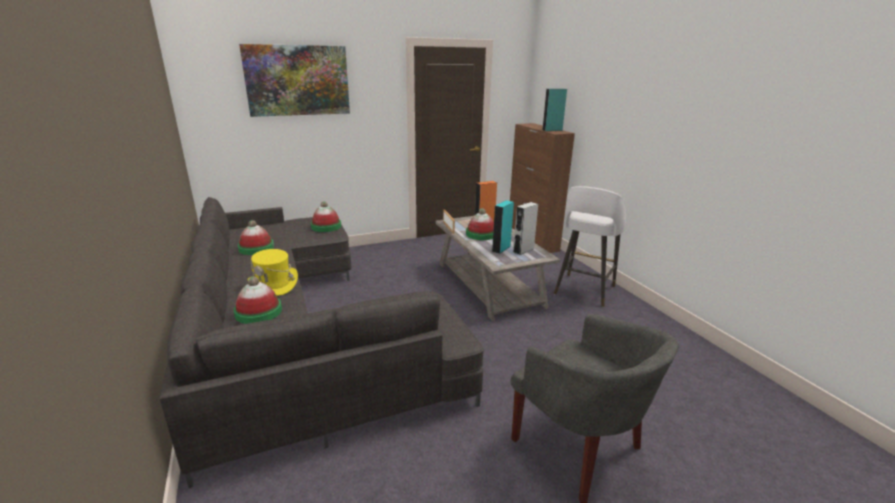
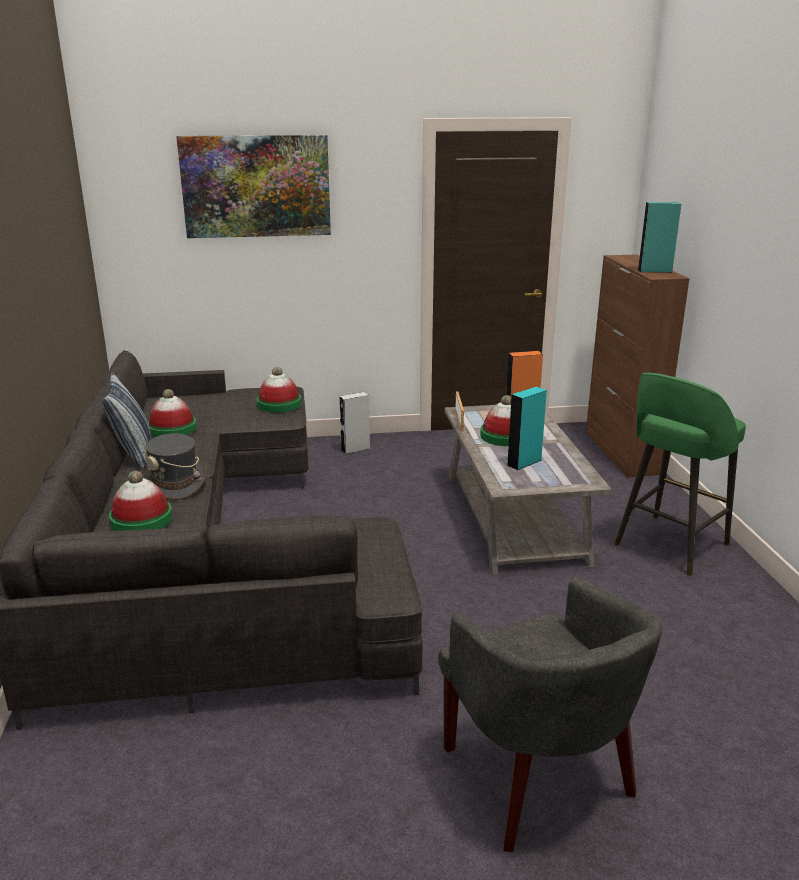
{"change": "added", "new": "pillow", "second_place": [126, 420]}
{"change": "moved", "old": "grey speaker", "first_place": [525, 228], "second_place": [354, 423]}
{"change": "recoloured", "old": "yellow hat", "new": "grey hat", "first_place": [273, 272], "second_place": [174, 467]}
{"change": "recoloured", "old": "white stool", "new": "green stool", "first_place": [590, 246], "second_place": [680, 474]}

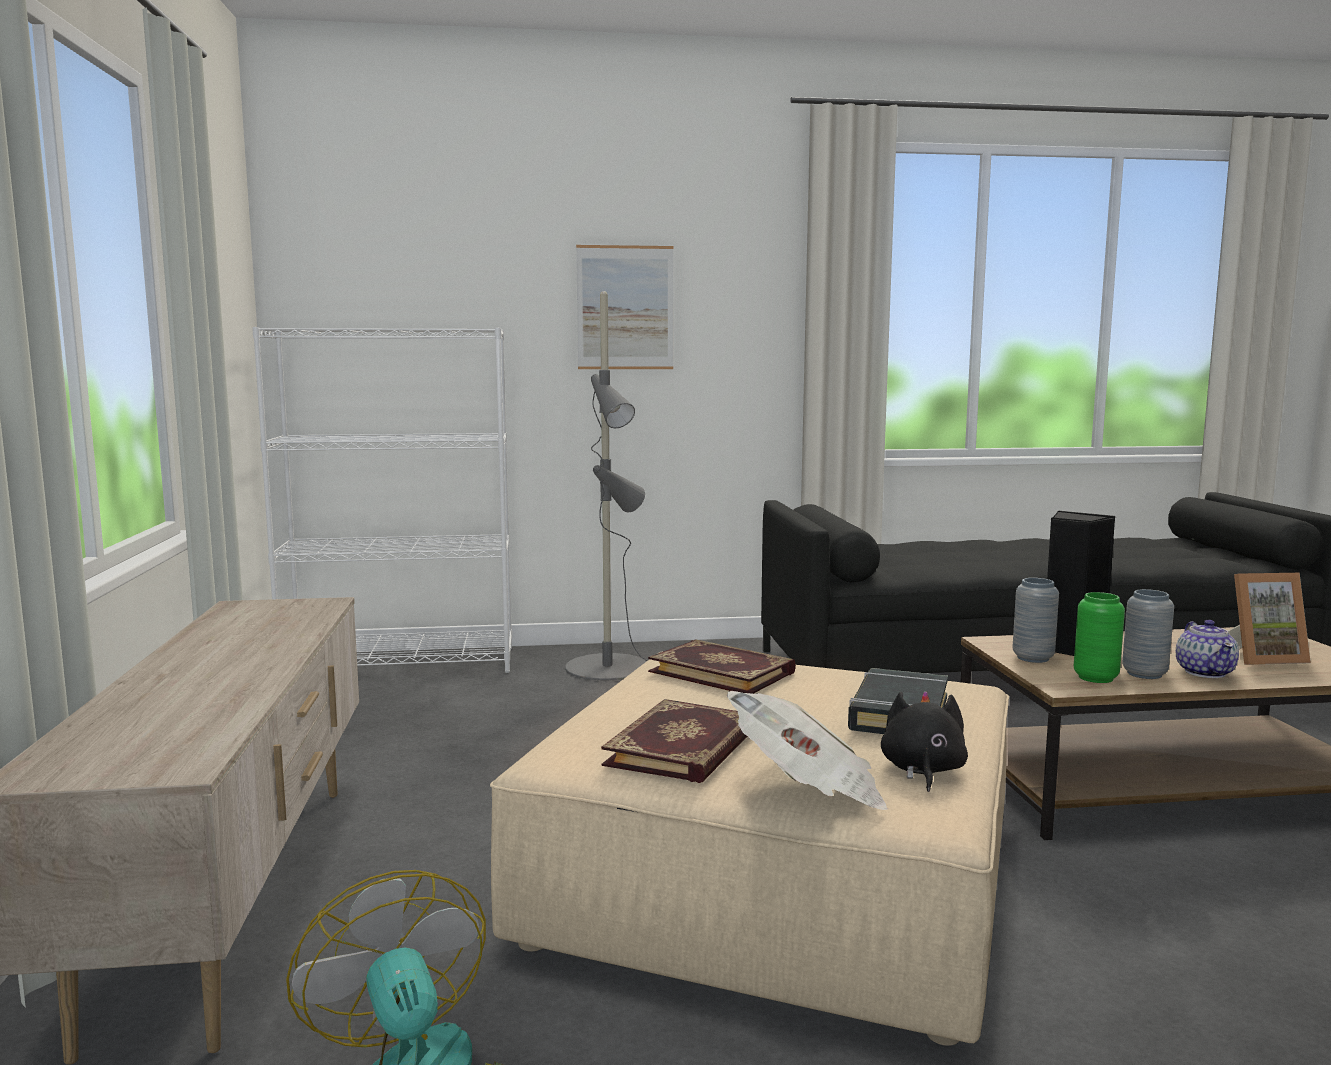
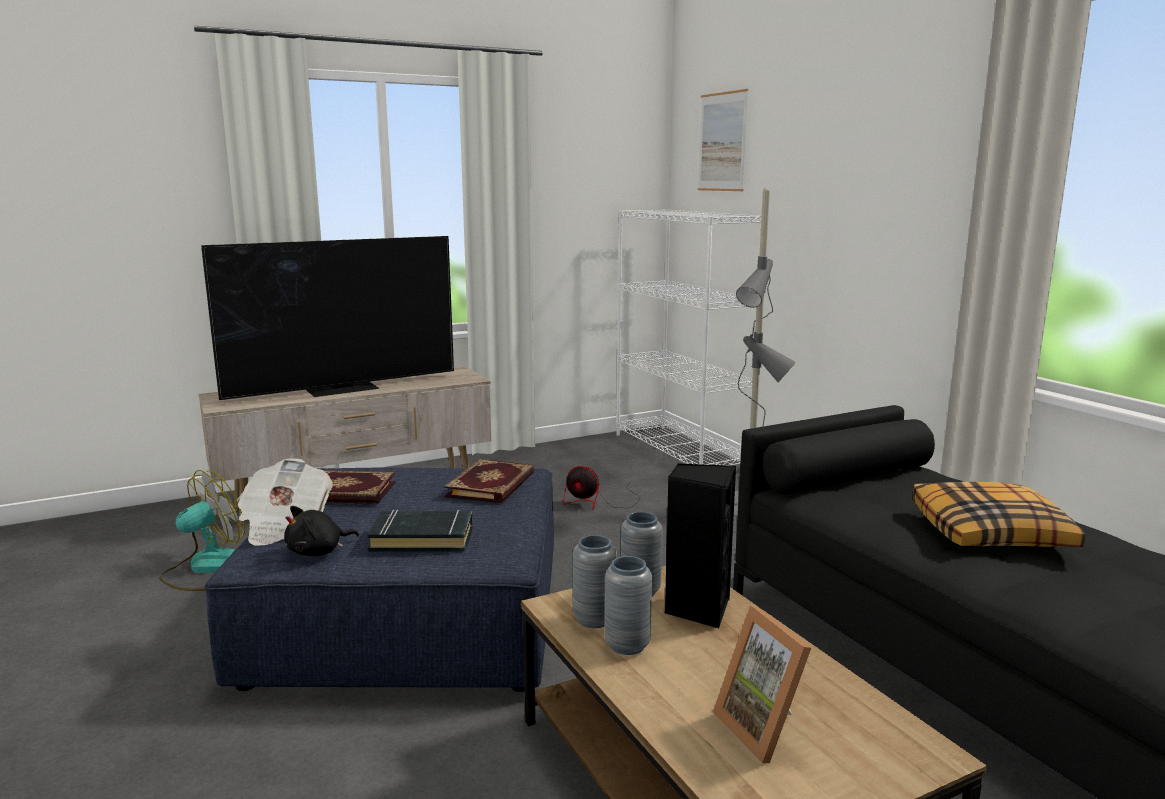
{"change": "removed", "old": "teapot", "first_place": [1207, 649]}
{"change": "added", "new": "television", "second_place": [327, 318]}
{"change": "added", "new": "fan", "second_place": [601, 488]}
{"change": "added", "new": "pillow", "second_place": [999, 514]}
{"change": "moved", "old": "picture", "first_place": [624, 307], "second_place": [723, 140]}
{"change": "recoloured", "old": "beige ottoman", "new": "blue ottoman", "first_place": [749, 848], "second_place": [379, 580]}
{"change": "recoloured", "old": "green vase", "new": "grey vase", "first_place": [1099, 637], "second_place": [595, 581]}
{"change": "turned", "old": "black plush toy", "first_place": [924, 741], "second_place": [321, 531], "degrees": 150}

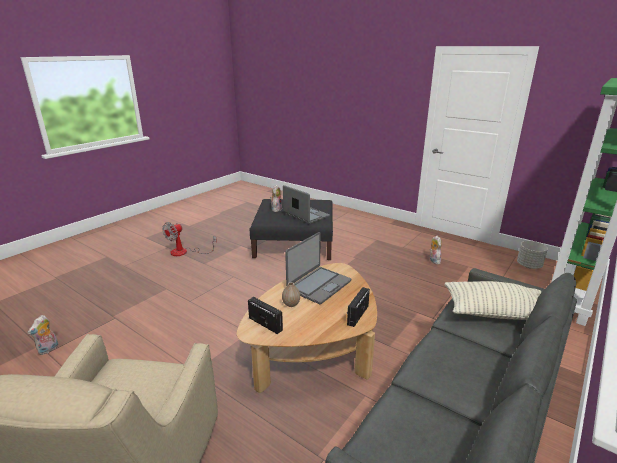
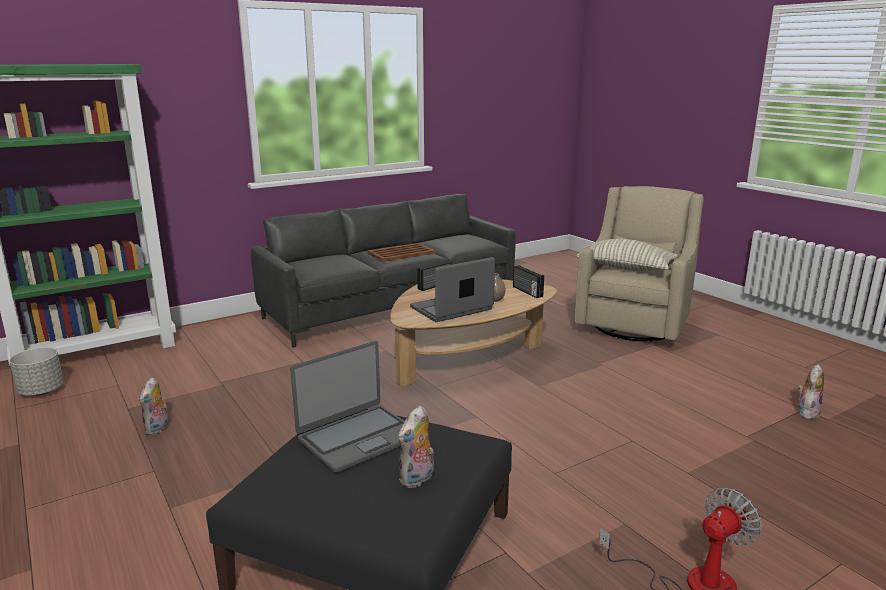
{"change": "added", "new": "brown tray", "second_place": [401, 252]}
{"change": "moved", "old": "pillow", "first_place": [492, 300], "second_place": [626, 255]}
{"change": "turned", "old": "laptop", "first_place": [306, 204], "second_place": [347, 407], "degrees": -105}

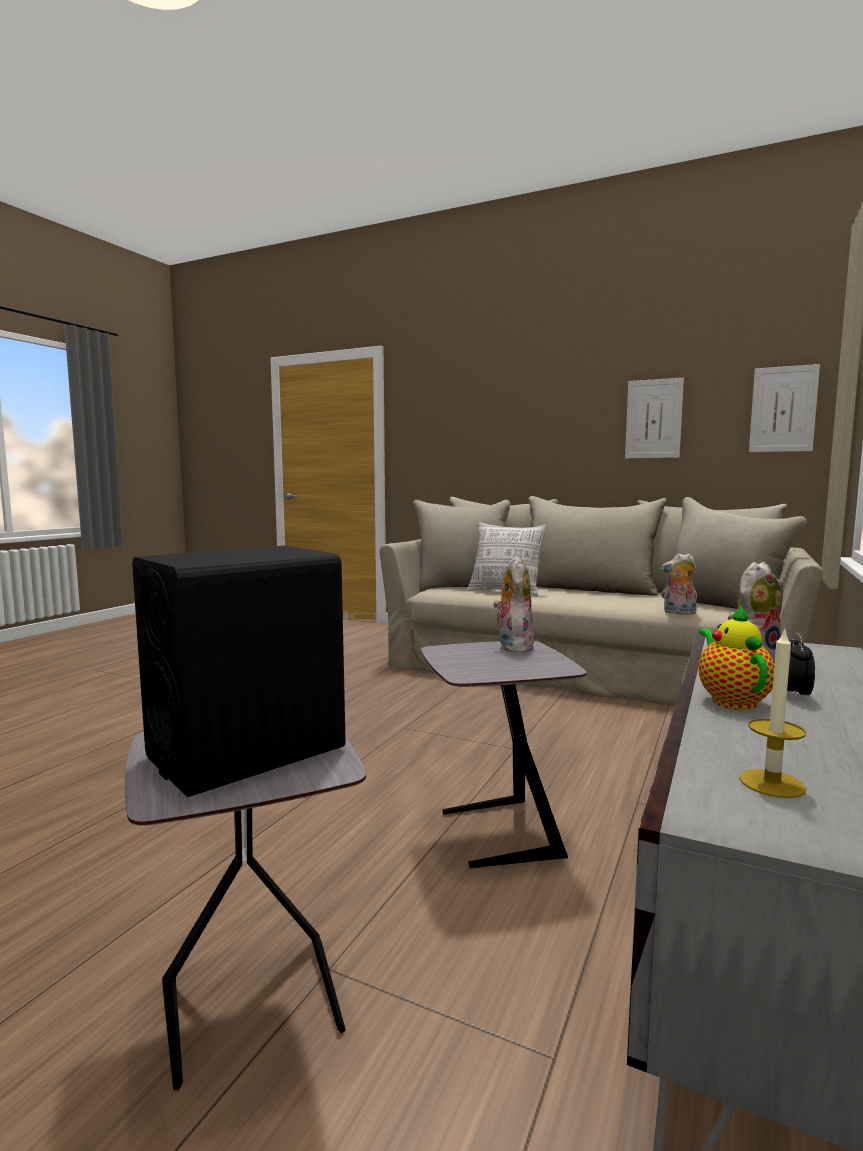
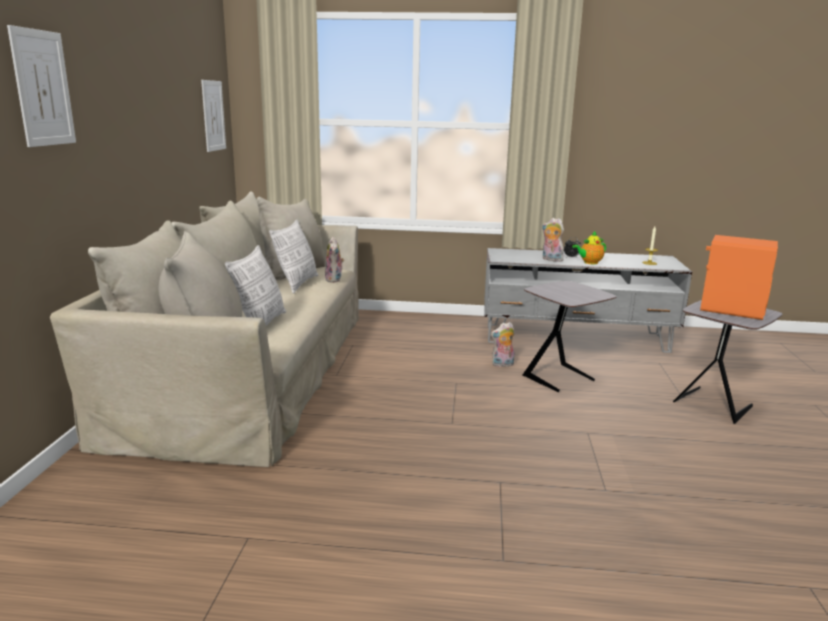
{"change": "added", "new": "pillow", "second_place": [294, 256]}
{"change": "moved", "old": "plush toy", "first_place": [513, 604], "second_place": [503, 344]}
{"change": "moved", "old": "picture", "first_place": [654, 418], "second_place": [41, 86]}
{"change": "recoloured", "old": "black speaker", "new": "orange speaker", "first_place": [239, 671], "second_place": [739, 277]}

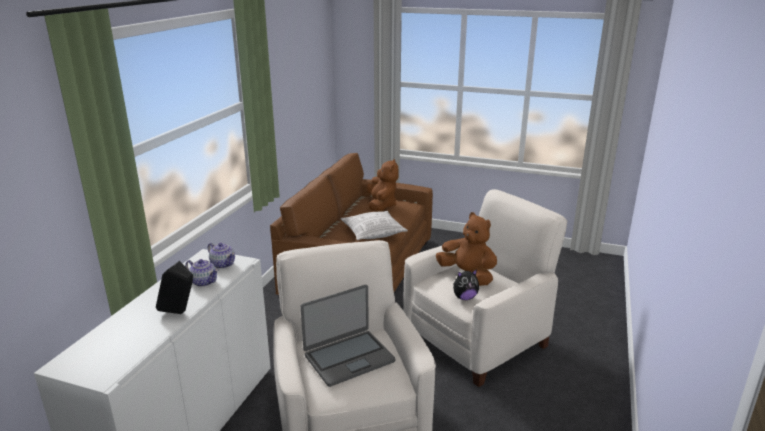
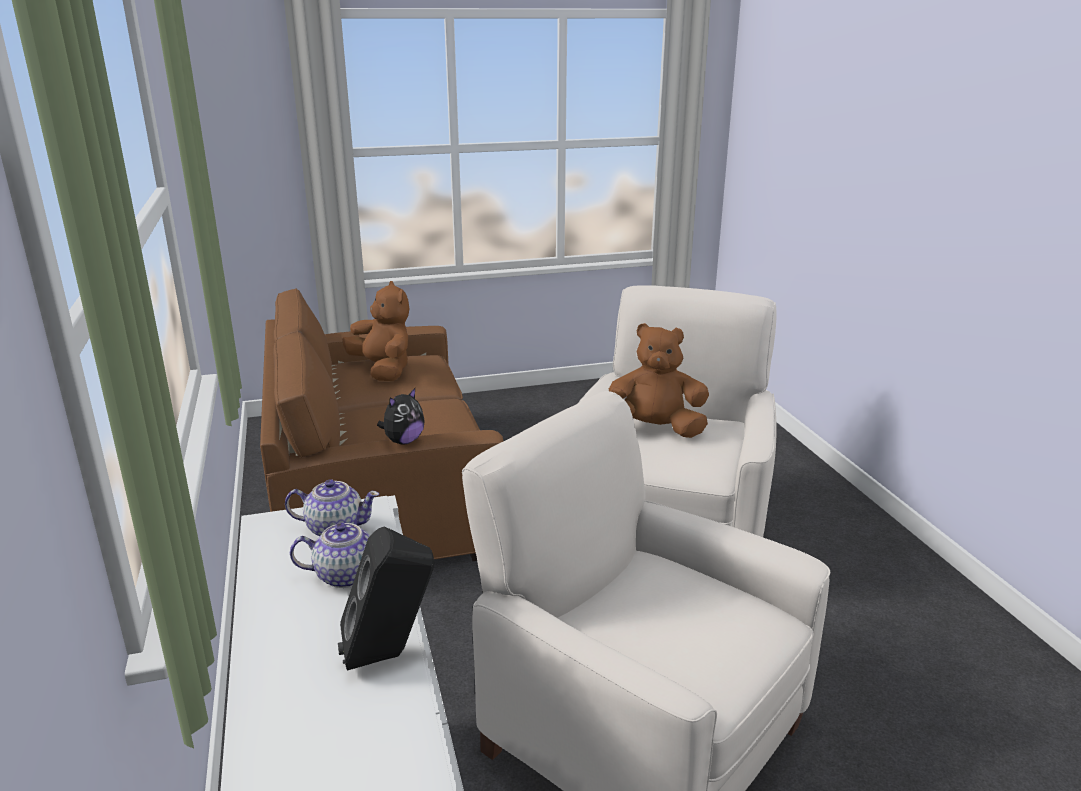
{"change": "removed", "old": "laptop", "first_place": [348, 336]}
{"change": "removed", "old": "pillow", "first_place": [374, 225]}
{"change": "moved", "old": "plush toy", "first_place": [466, 284], "second_place": [401, 416]}

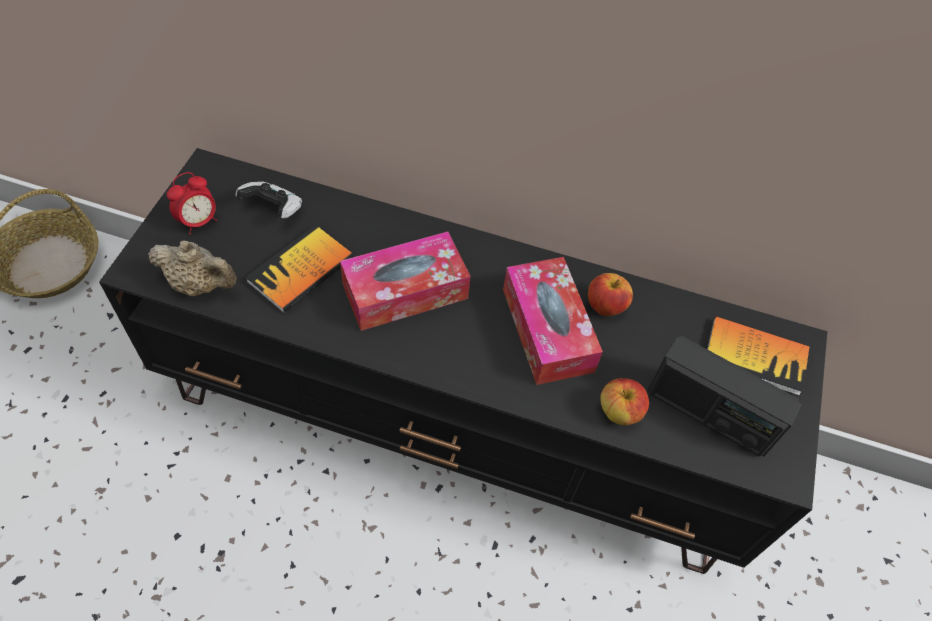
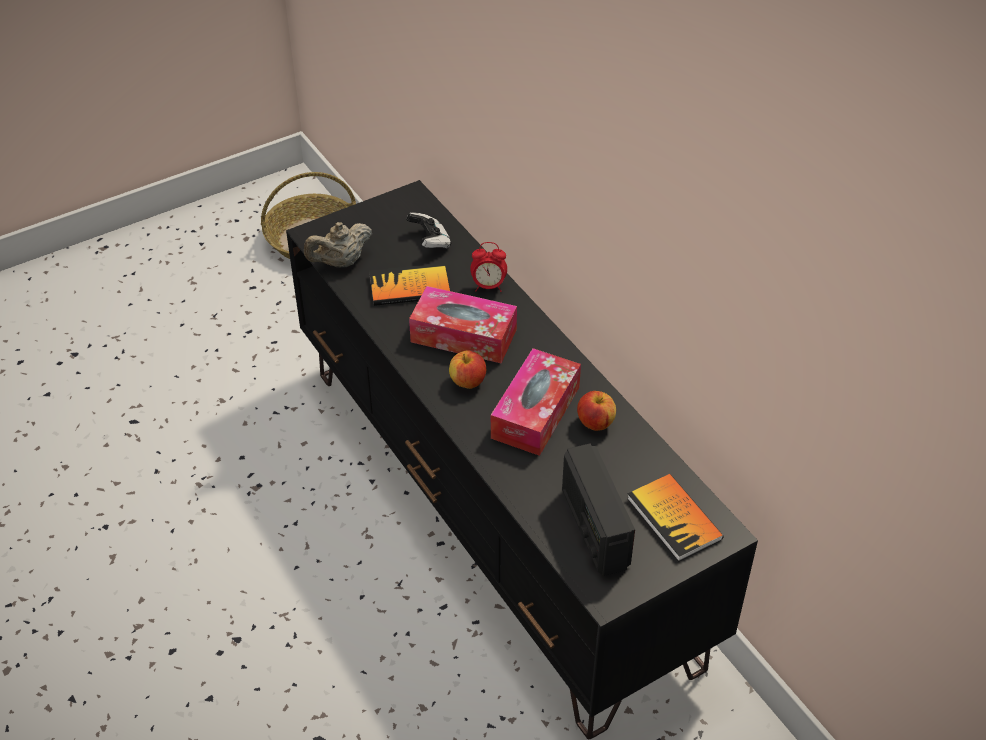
{"change": "moved", "old": "alarm clock", "first_place": [192, 203], "second_place": [488, 267]}
{"change": "moved", "old": "apple", "first_place": [624, 401], "second_place": [467, 369]}
{"change": "turned", "old": "beige teapot", "first_place": [192, 268], "second_place": [338, 244], "degrees": 90}

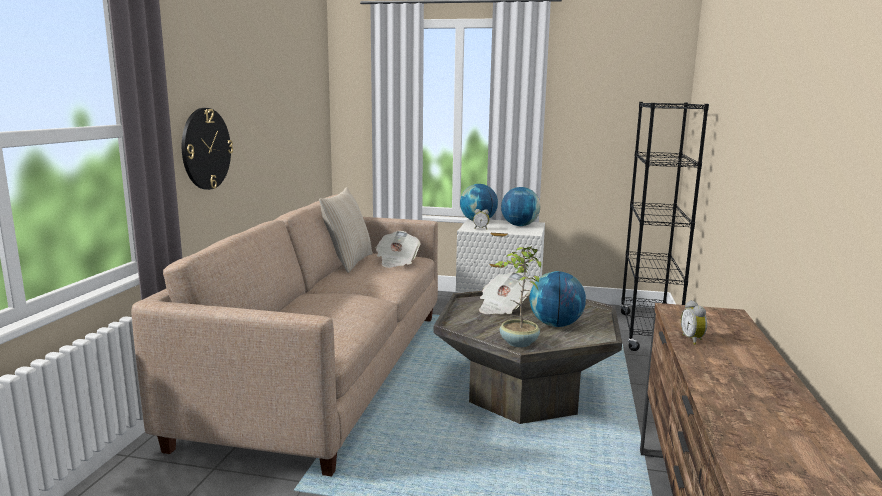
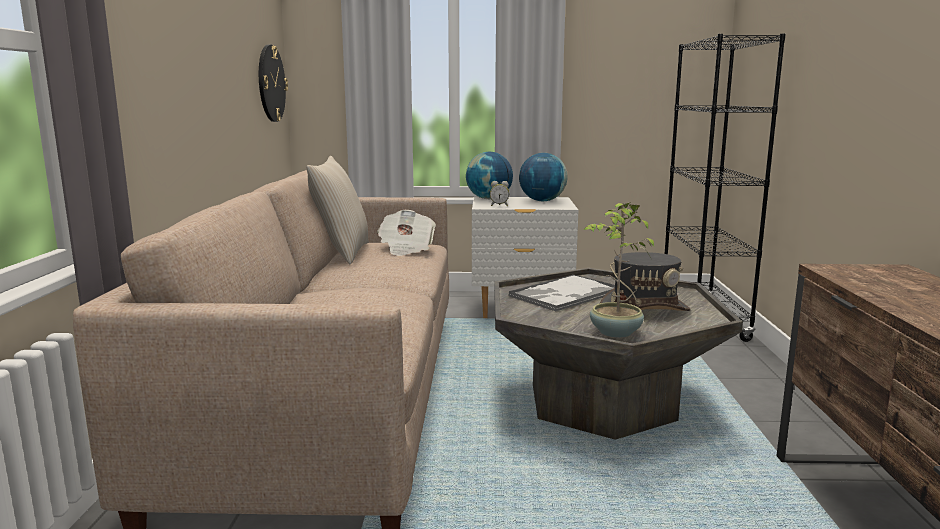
{"change": "removed", "old": "alarm clock", "first_place": [694, 322]}
{"change": "moved", "old": "wall clock", "first_place": [207, 149], "second_place": [273, 83]}
{"change": "replaced", "old": "newspaper", "new": "tray", "first_place": [505, 293], "second_place": [561, 293]}
{"change": "replaced", "old": "globe", "new": "grey hat", "first_place": [557, 299], "second_place": [645, 281]}

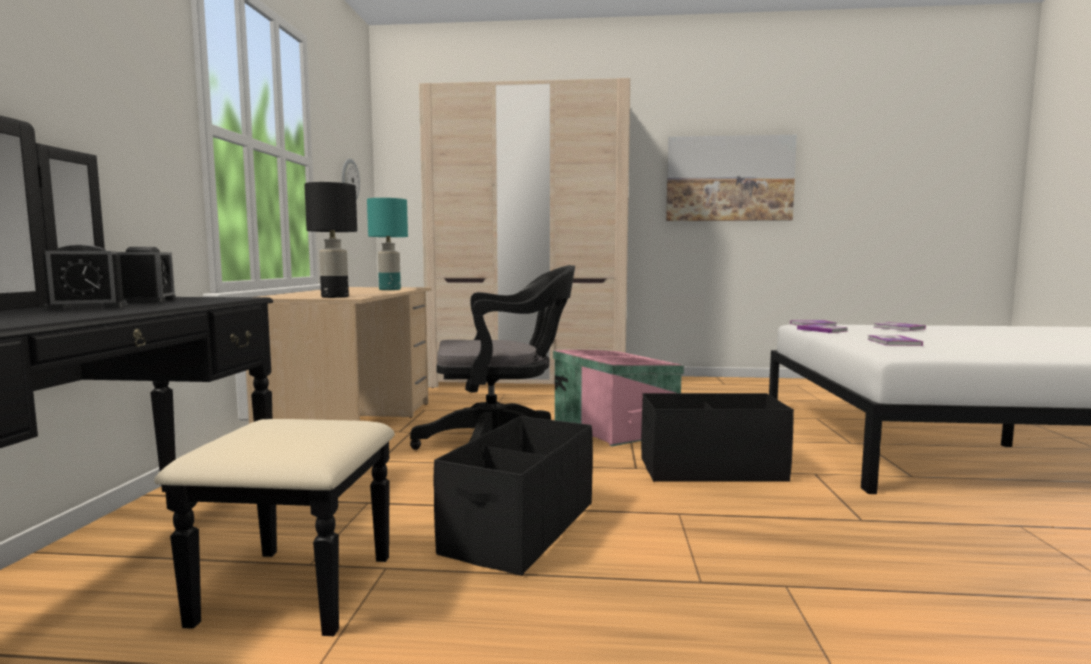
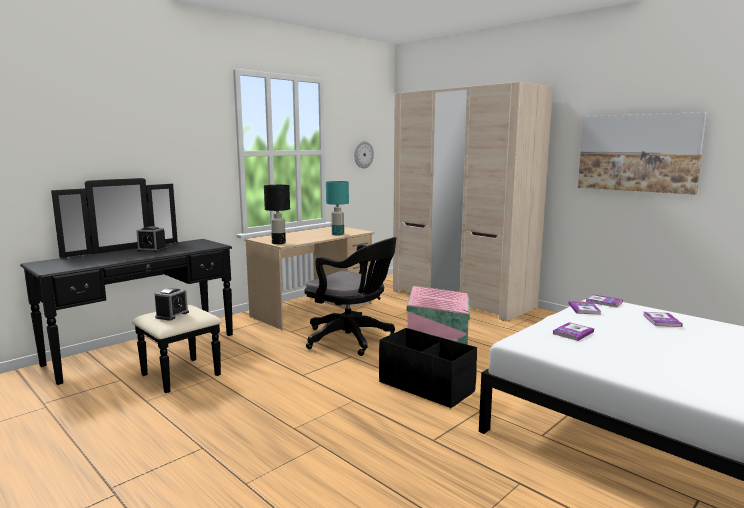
{"change": "removed", "old": "black storage box", "first_place": [513, 496]}
{"change": "moved", "old": "alarm clock", "first_place": [146, 275], "second_place": [171, 304]}

